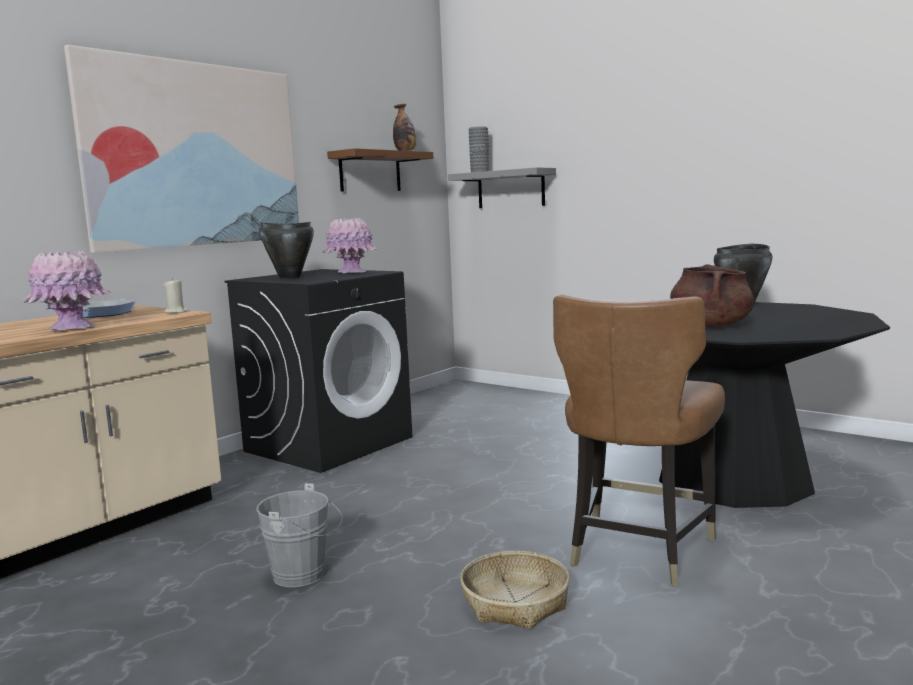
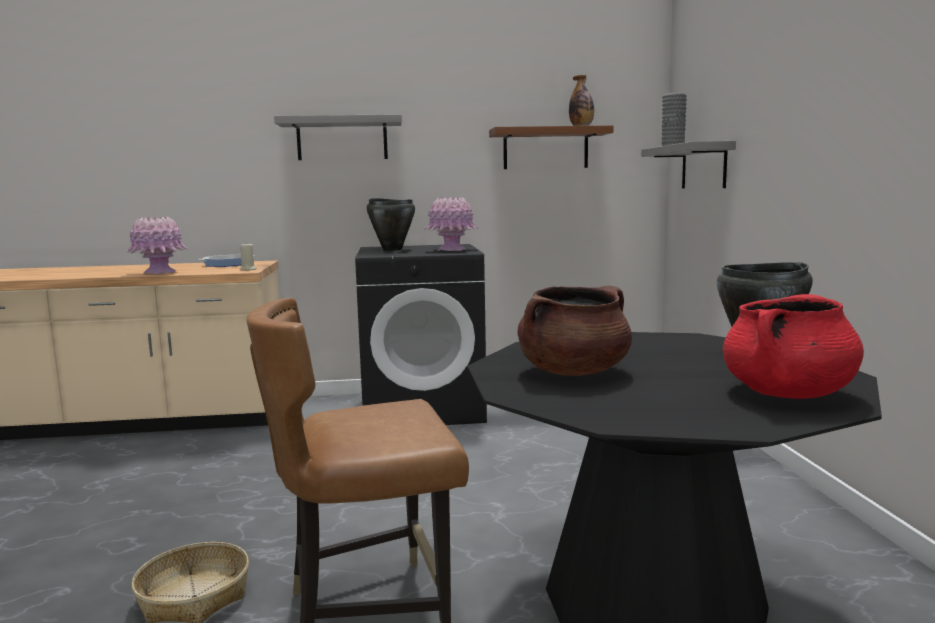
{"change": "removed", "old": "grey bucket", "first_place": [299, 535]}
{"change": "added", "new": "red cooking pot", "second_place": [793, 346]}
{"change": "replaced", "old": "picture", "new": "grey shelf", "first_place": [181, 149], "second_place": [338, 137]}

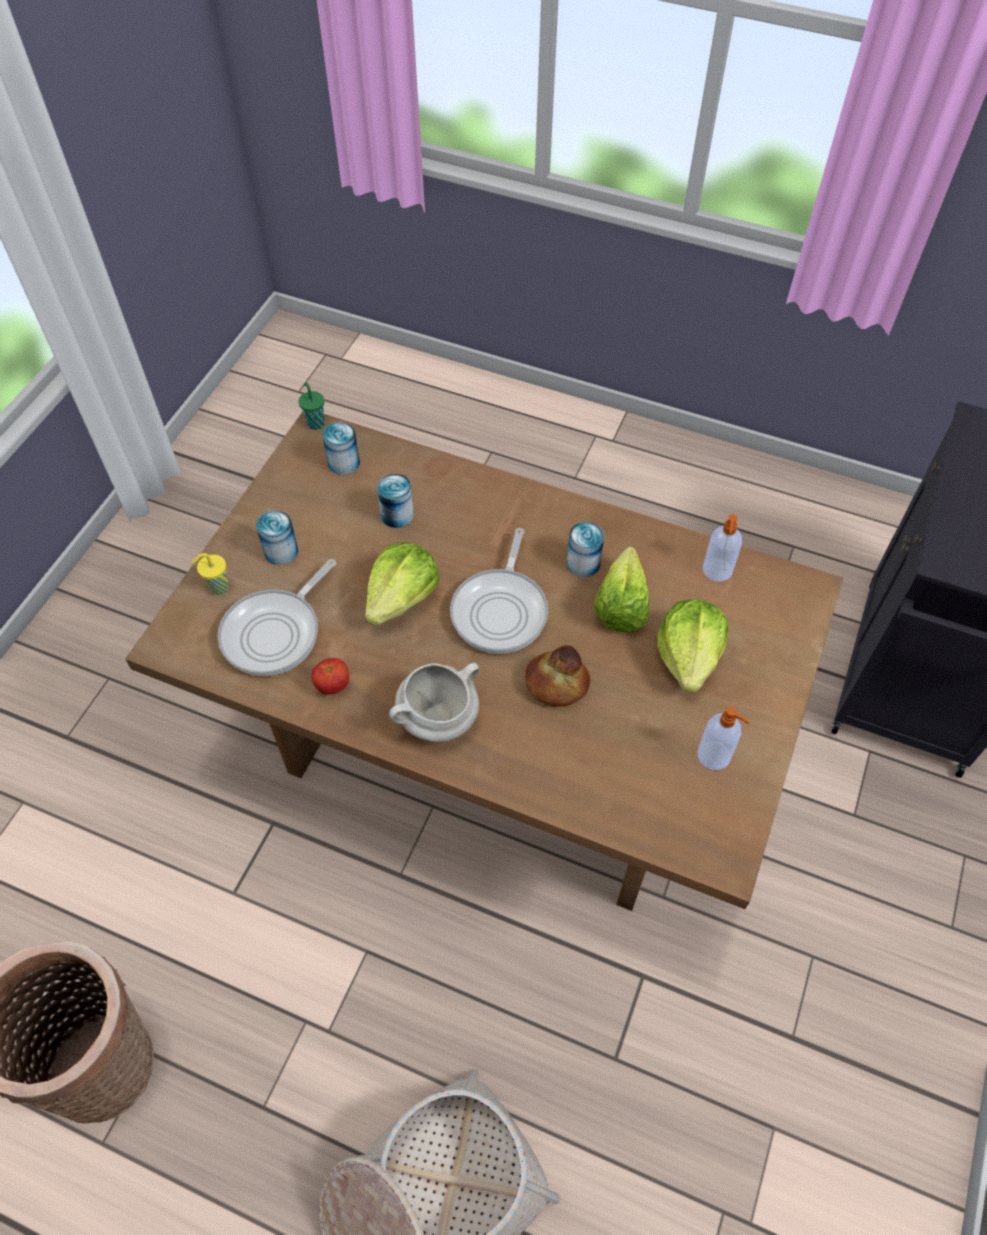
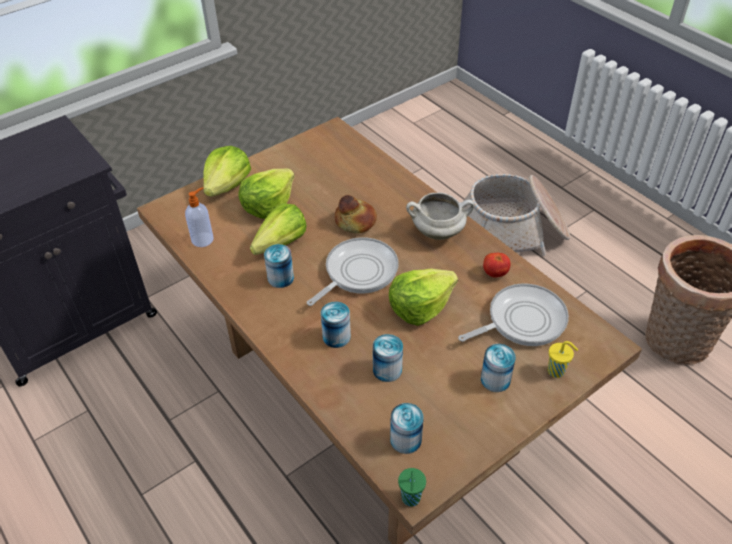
{"change": "removed", "old": "soap dispenser", "first_place": [723, 738]}
{"change": "added", "new": "lettuce", "second_place": [227, 171]}
{"change": "added", "new": "can", "second_place": [336, 325]}

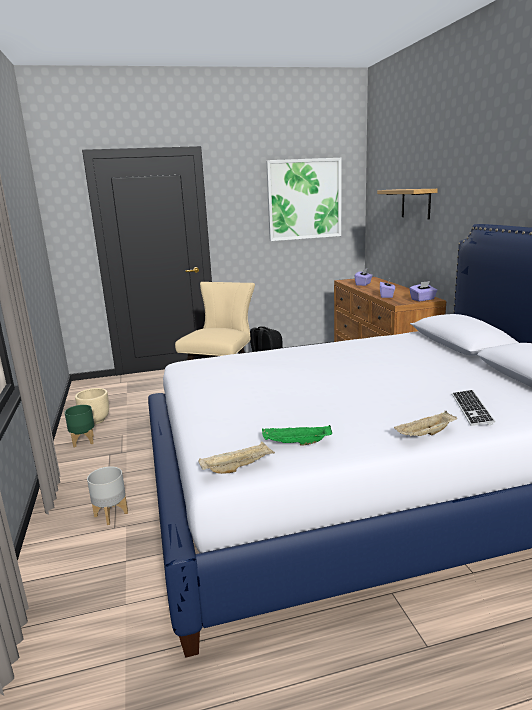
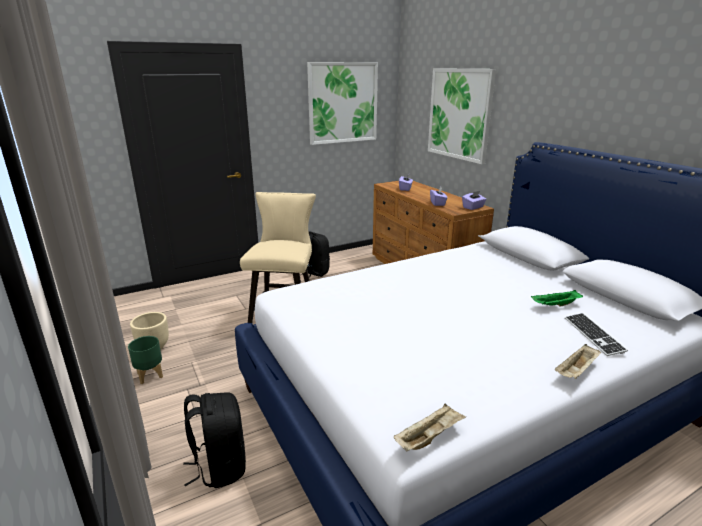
{"change": "moved", "old": "green tray", "first_place": [297, 435], "second_place": [557, 298]}
{"change": "replaced", "old": "grey planter", "new": "black backpack", "first_place": [107, 495], "second_place": [214, 440]}
{"change": "replaced", "old": "shelf", "new": "picture", "first_place": [407, 204], "second_place": [462, 116]}

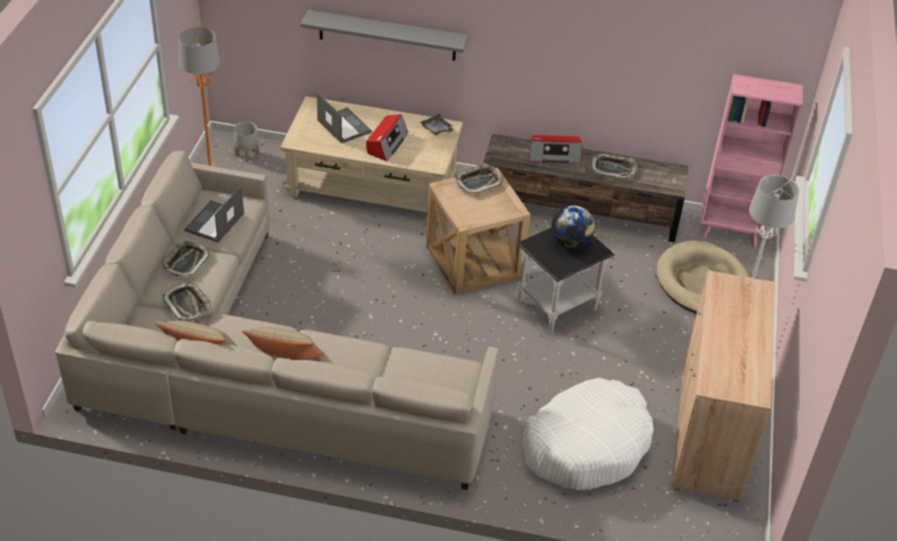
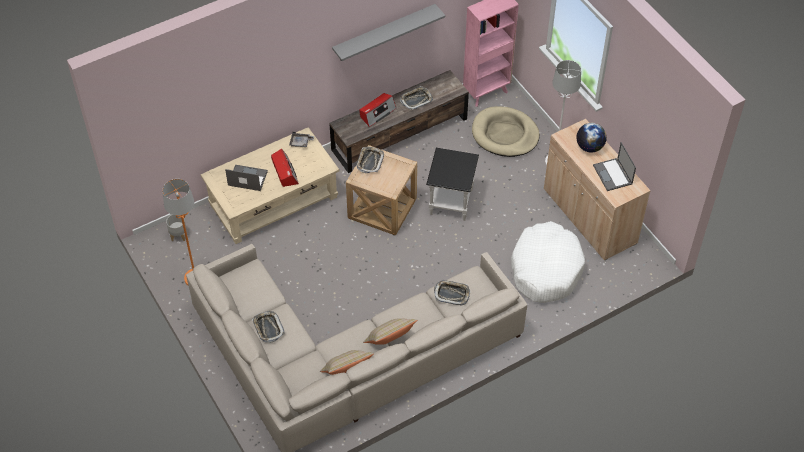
{"change": "moved", "old": "tray", "first_place": [187, 301], "second_place": [452, 292]}
{"change": "moved", "old": "laptop", "first_place": [214, 214], "second_place": [614, 166]}
{"change": "moved", "old": "grey shelf", "first_place": [384, 35], "second_place": [388, 32]}
{"change": "moved", "old": "globe", "first_place": [573, 227], "second_place": [591, 137]}

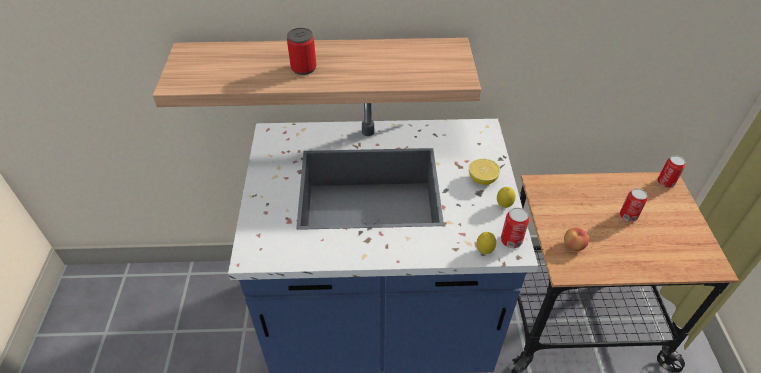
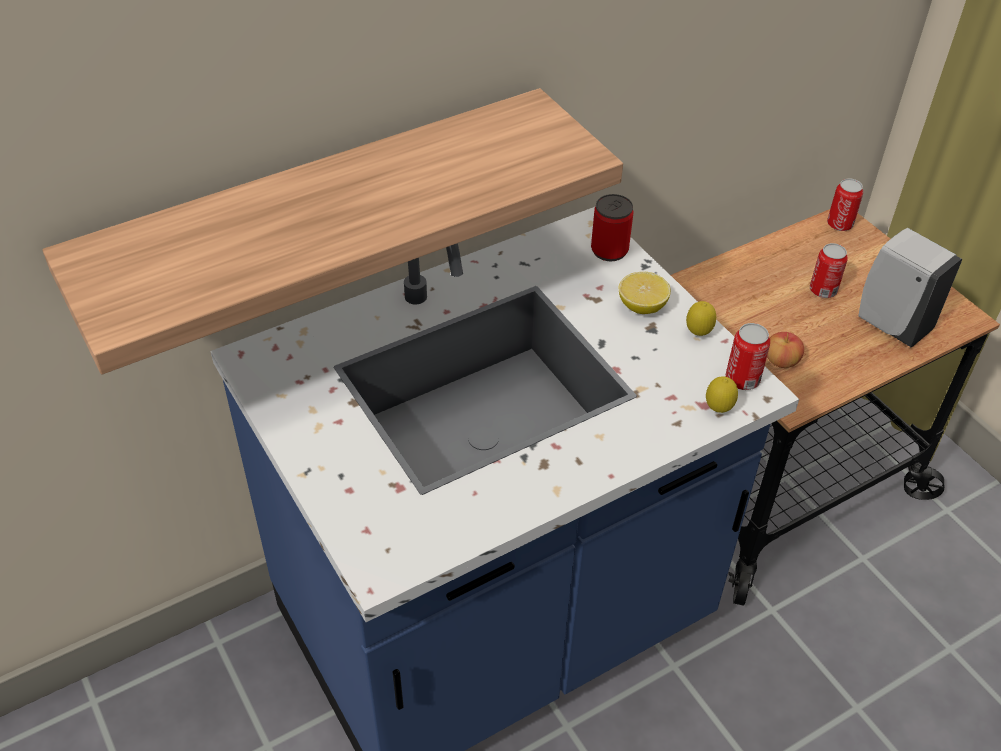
{"change": "added", "new": "white soap dispenser", "second_place": [910, 288]}
{"change": "moved", "old": "can", "first_place": [301, 51], "second_place": [612, 227]}

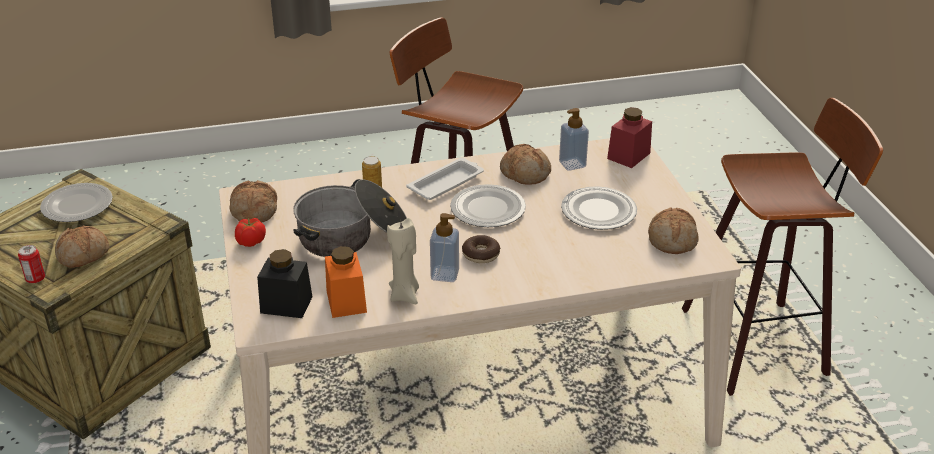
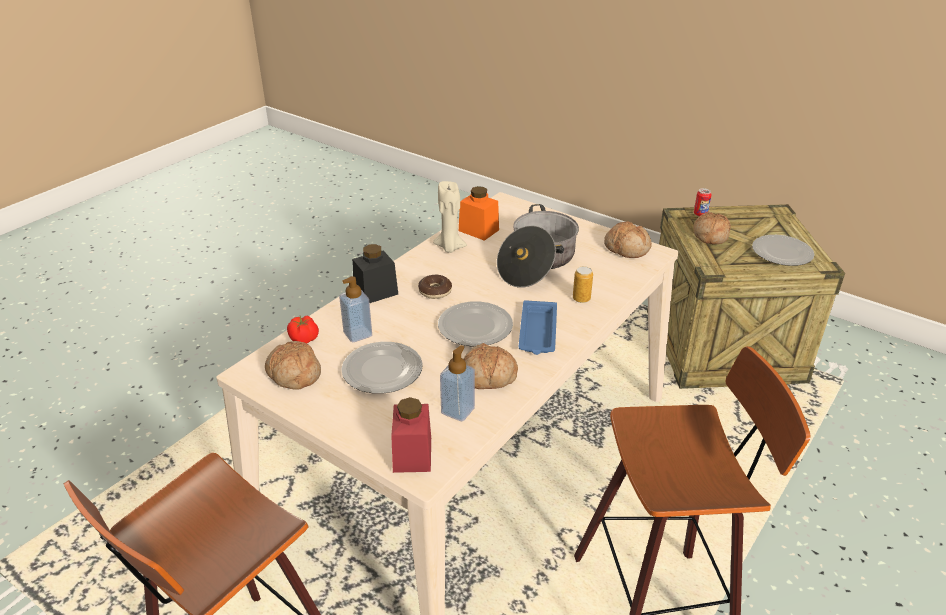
{"change": "moved", "old": "tomato", "first_place": [250, 232], "second_place": [303, 330]}
{"change": "moved", "old": "black jar", "first_place": [285, 283], "second_place": [375, 273]}
{"change": "moved", "old": "soap dispenser", "first_place": [444, 247], "second_place": [355, 309]}
{"change": "recoloured", "old": "white tray", "new": "blue tray", "first_place": [445, 179], "second_place": [538, 327]}

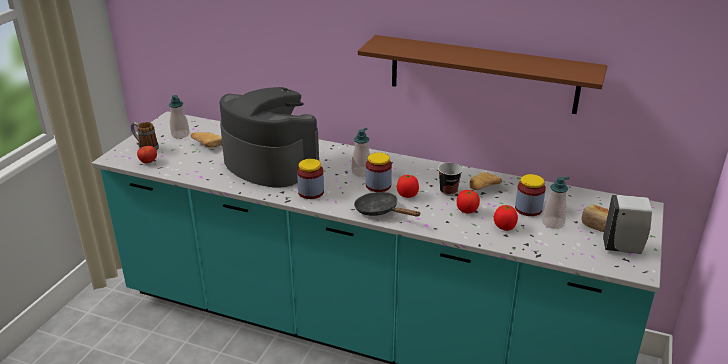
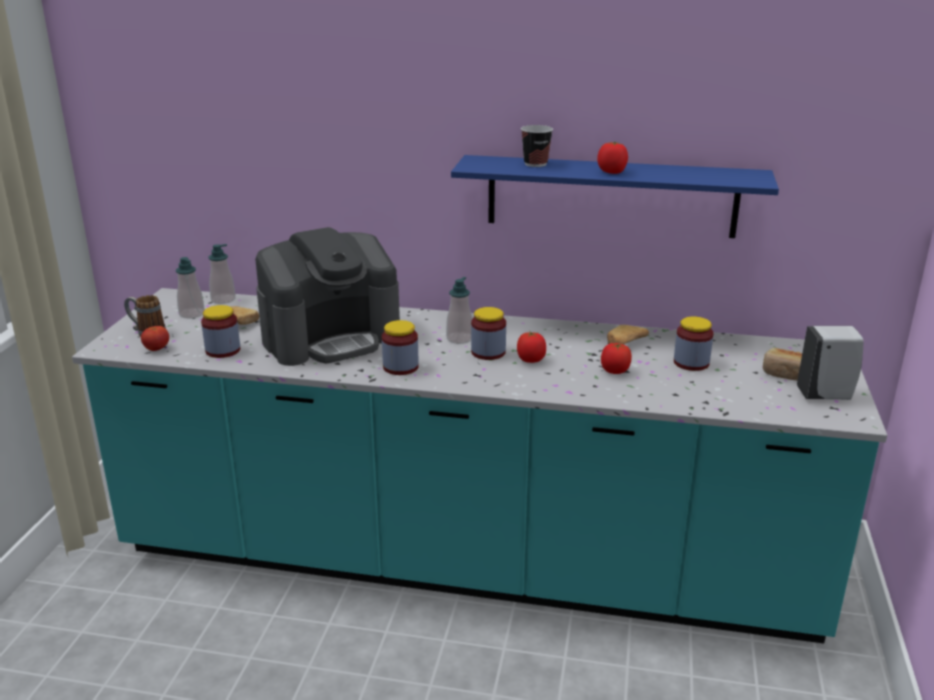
{"change": "removed", "old": "black frying pan", "first_place": [387, 204]}
{"change": "added", "new": "jar", "second_place": [220, 331]}
{"change": "moved", "old": "cup", "first_place": [450, 179], "second_place": [537, 146]}
{"change": "moved", "old": "tomato", "first_place": [506, 218], "second_place": [612, 158]}
{"change": "moved", "old": "soap dispenser", "first_place": [556, 203], "second_place": [222, 274]}
{"change": "recoloured", "old": "brown shelf", "new": "blue shelf", "first_place": [482, 74], "second_place": [615, 196]}
{"change": "turned", "old": "coffee machine", "first_place": [269, 137], "second_place": [327, 296], "degrees": 120}

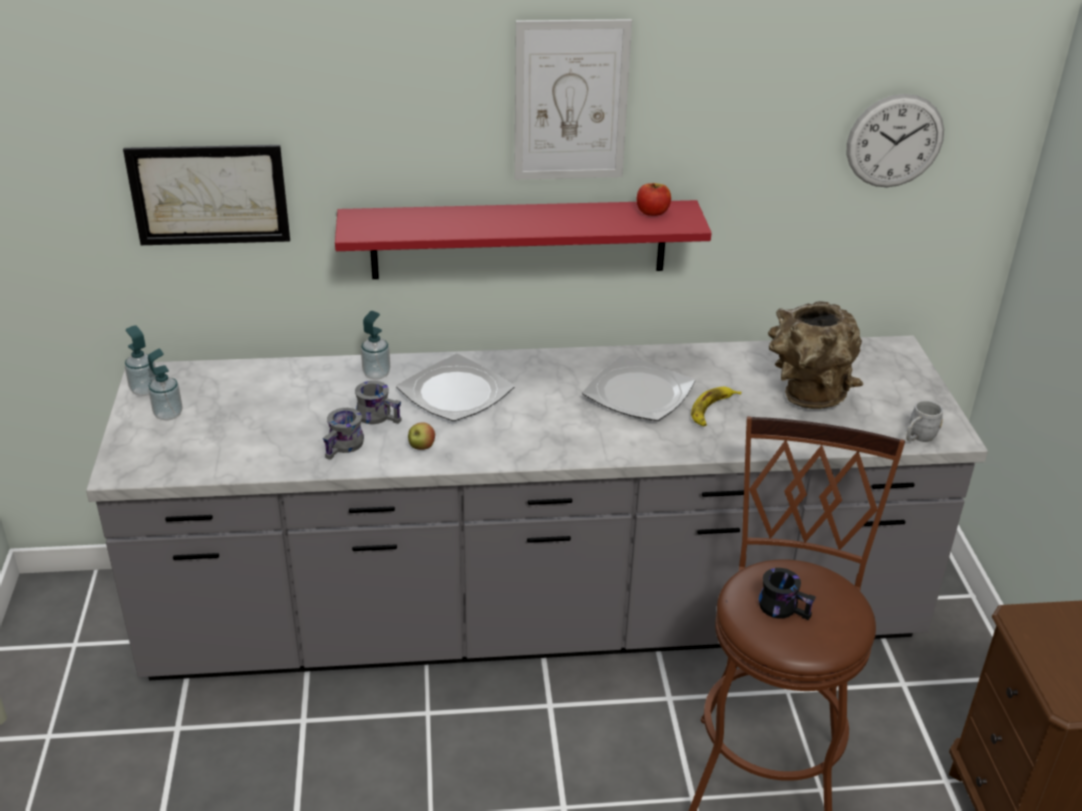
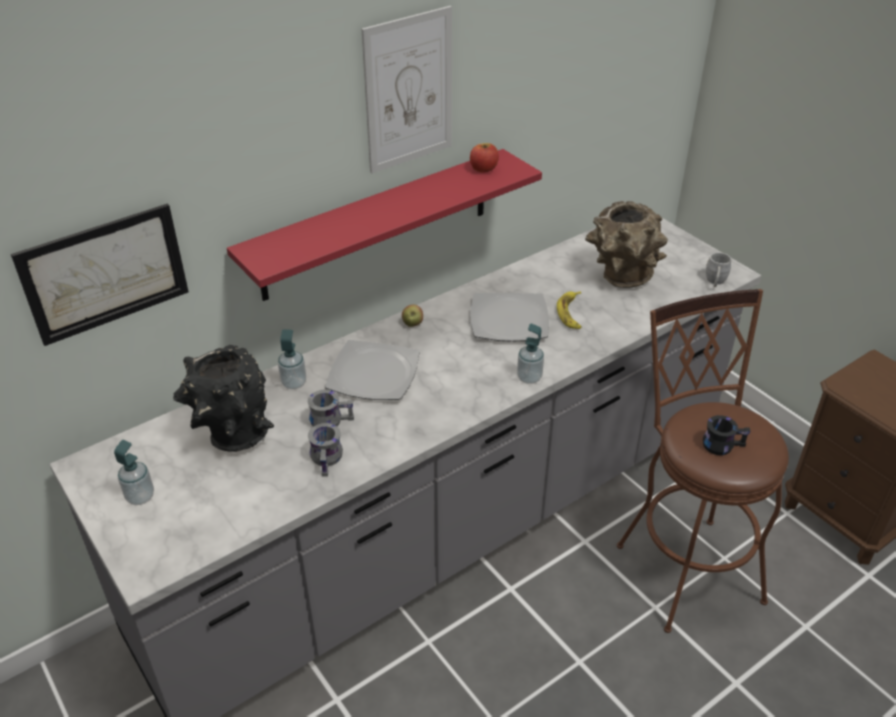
{"change": "removed", "old": "wall clock", "first_place": [895, 140]}
{"change": "added", "new": "black vase", "second_place": [223, 398]}
{"change": "moved", "old": "soap dispenser", "first_place": [141, 360], "second_place": [530, 353]}
{"change": "moved", "old": "apple", "first_place": [421, 436], "second_place": [412, 315]}

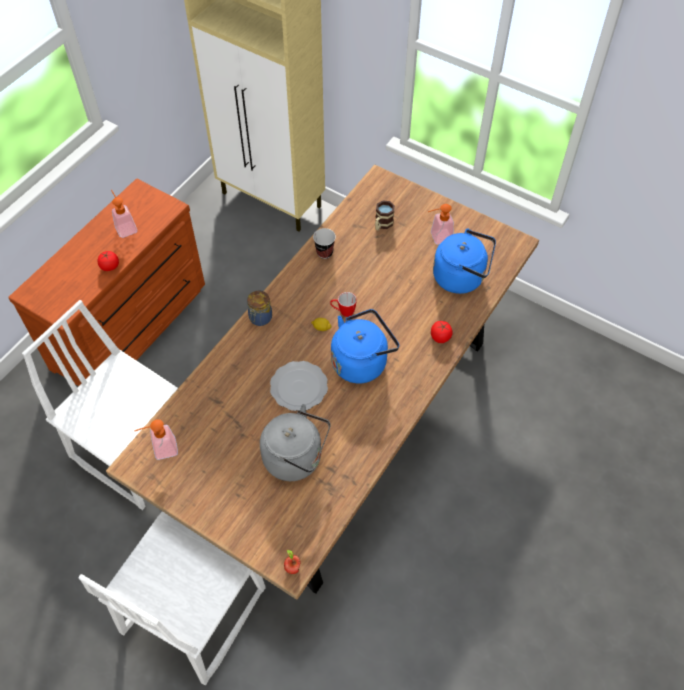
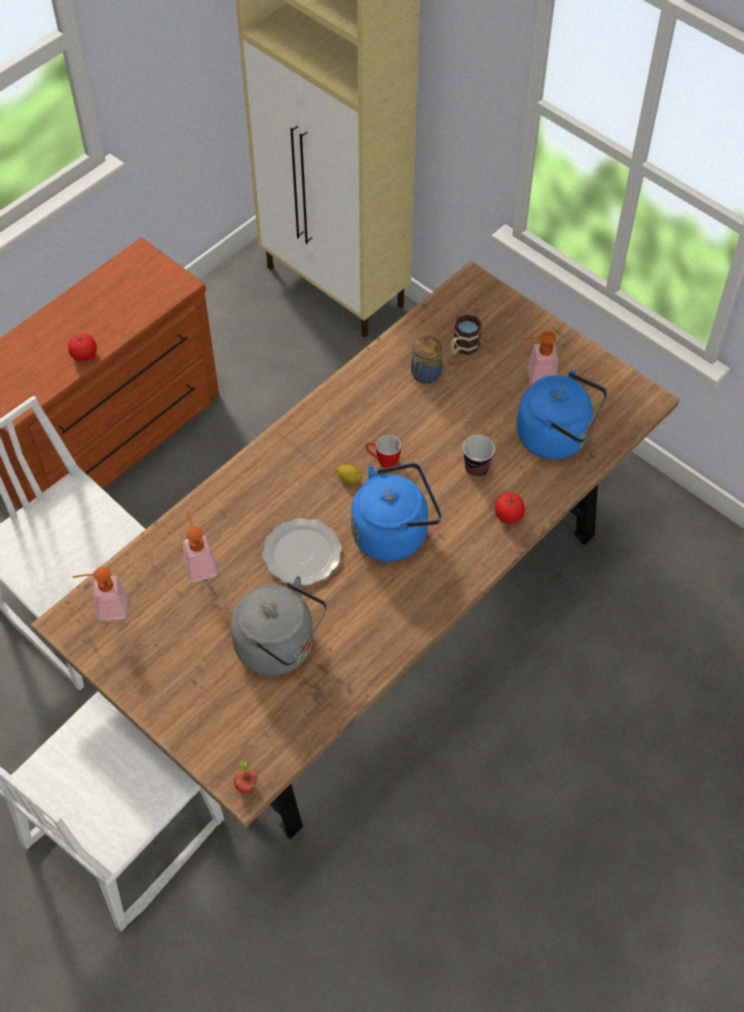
{"change": "moved", "old": "soap dispenser", "first_place": [124, 214], "second_place": [200, 546]}
{"change": "moved", "old": "jar", "first_place": [259, 308], "second_place": [426, 360]}
{"change": "moved", "old": "cup", "first_place": [324, 243], "second_place": [479, 456]}

